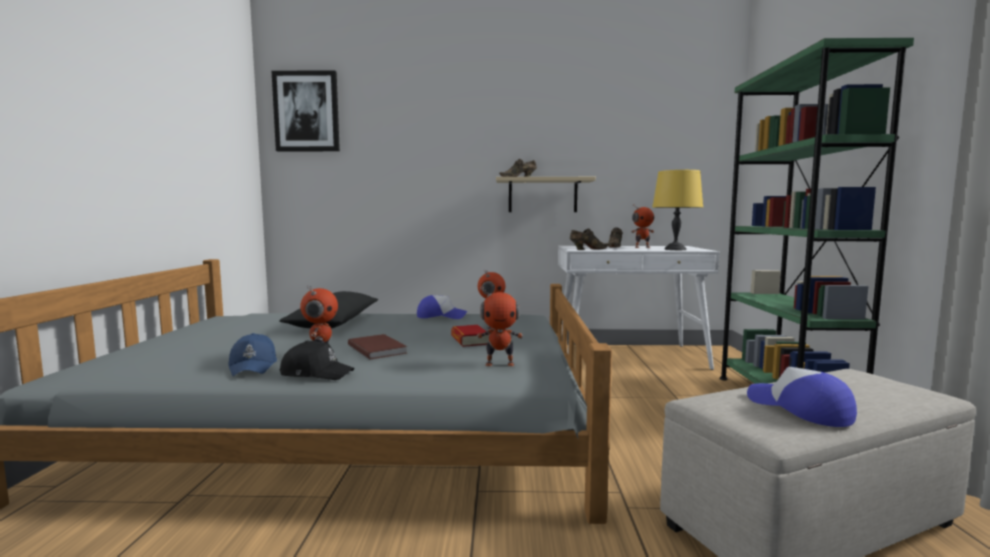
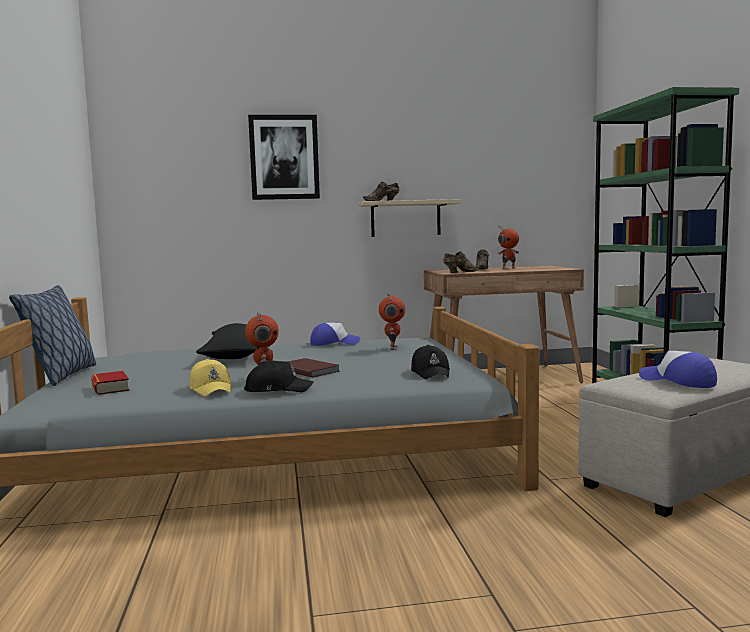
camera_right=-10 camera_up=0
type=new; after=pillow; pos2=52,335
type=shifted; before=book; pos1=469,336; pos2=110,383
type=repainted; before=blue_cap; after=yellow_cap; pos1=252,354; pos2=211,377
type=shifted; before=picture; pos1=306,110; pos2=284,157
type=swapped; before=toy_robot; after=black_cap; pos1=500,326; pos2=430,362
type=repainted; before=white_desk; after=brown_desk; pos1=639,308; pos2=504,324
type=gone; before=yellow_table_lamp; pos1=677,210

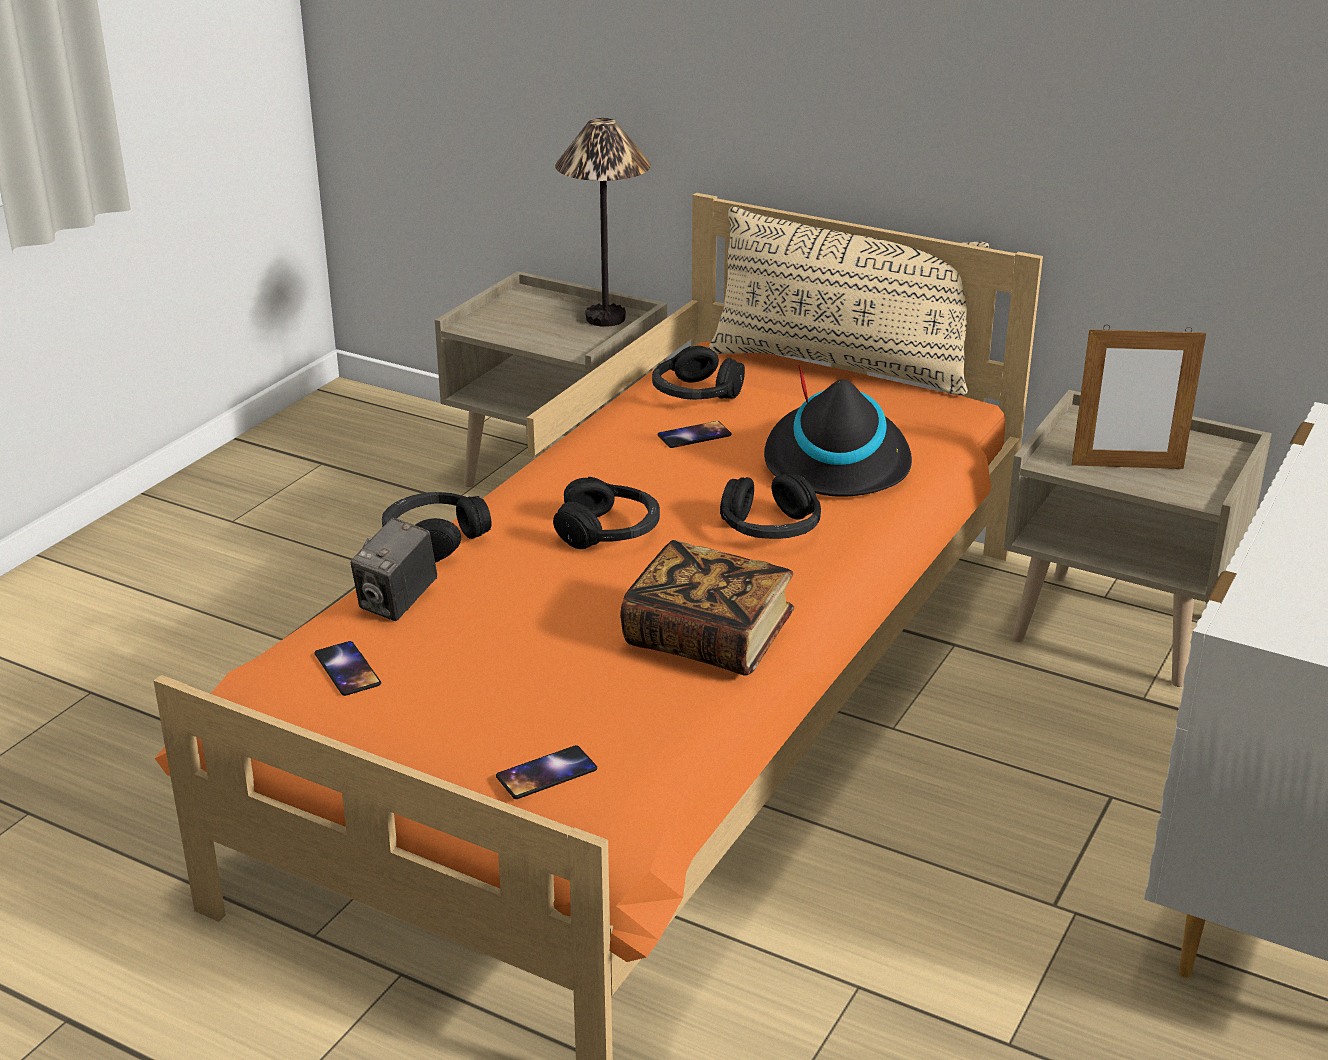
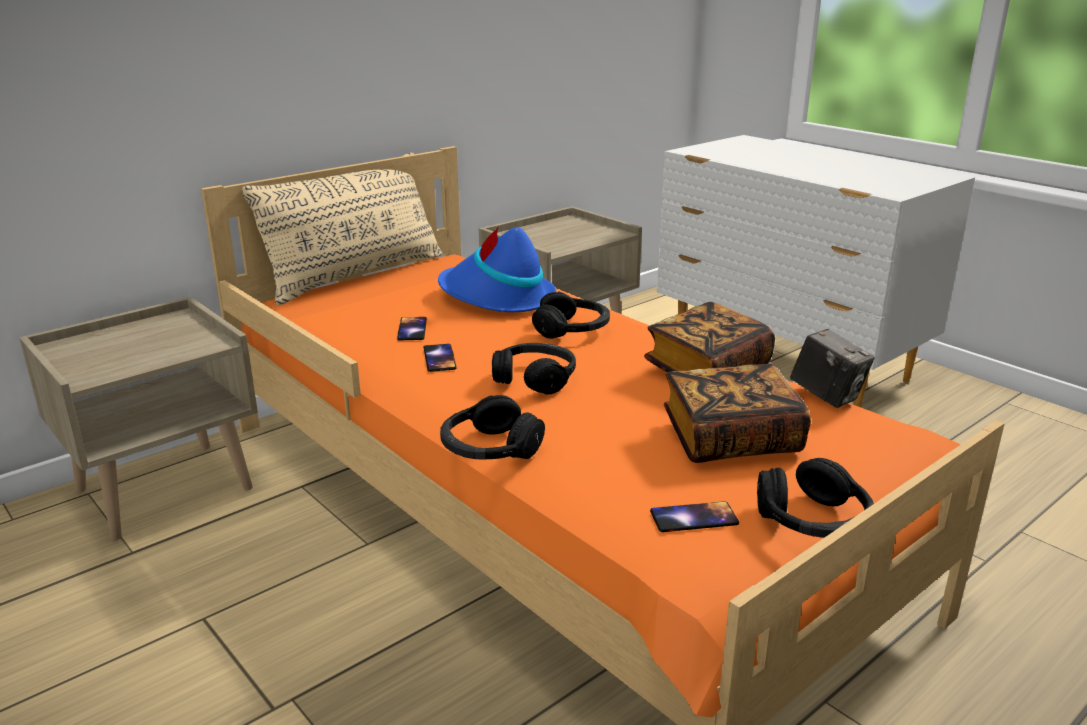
camera_right=-70 camera_up=-5
type=shifted; before=phone; pos1=546,772; pos2=440,358
type=repainted; before=black_hat; after=blue_hat; pos1=838,430; pos2=497,269
type=new; after=book; pos2=737,413
type=shifted; before=black_headphones; pos1=698,372; pos2=815,498
type=shifted; before=photo_camera; pos1=393,569; pos2=832,368
type=gone; before=table_lamp; pos1=603,222
type=gone; before=picture_frame; pos1=1138,397

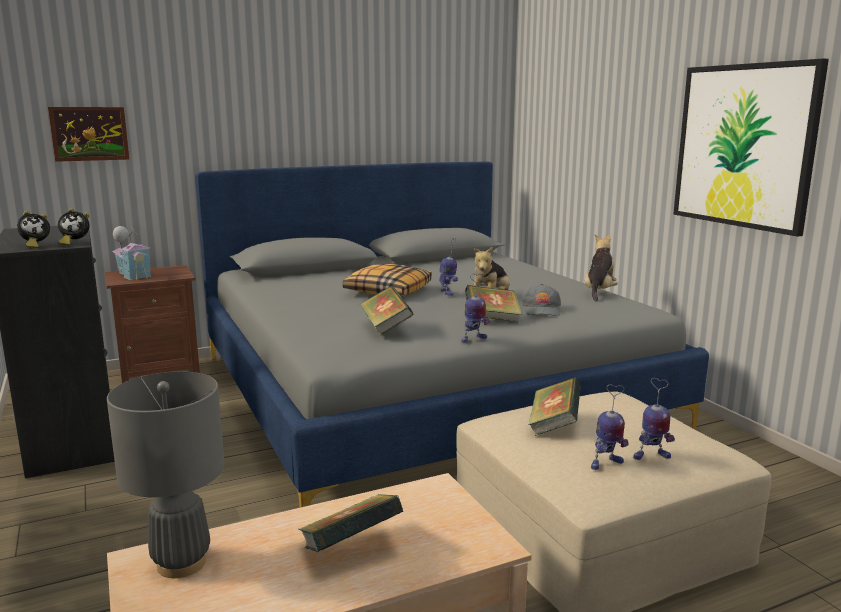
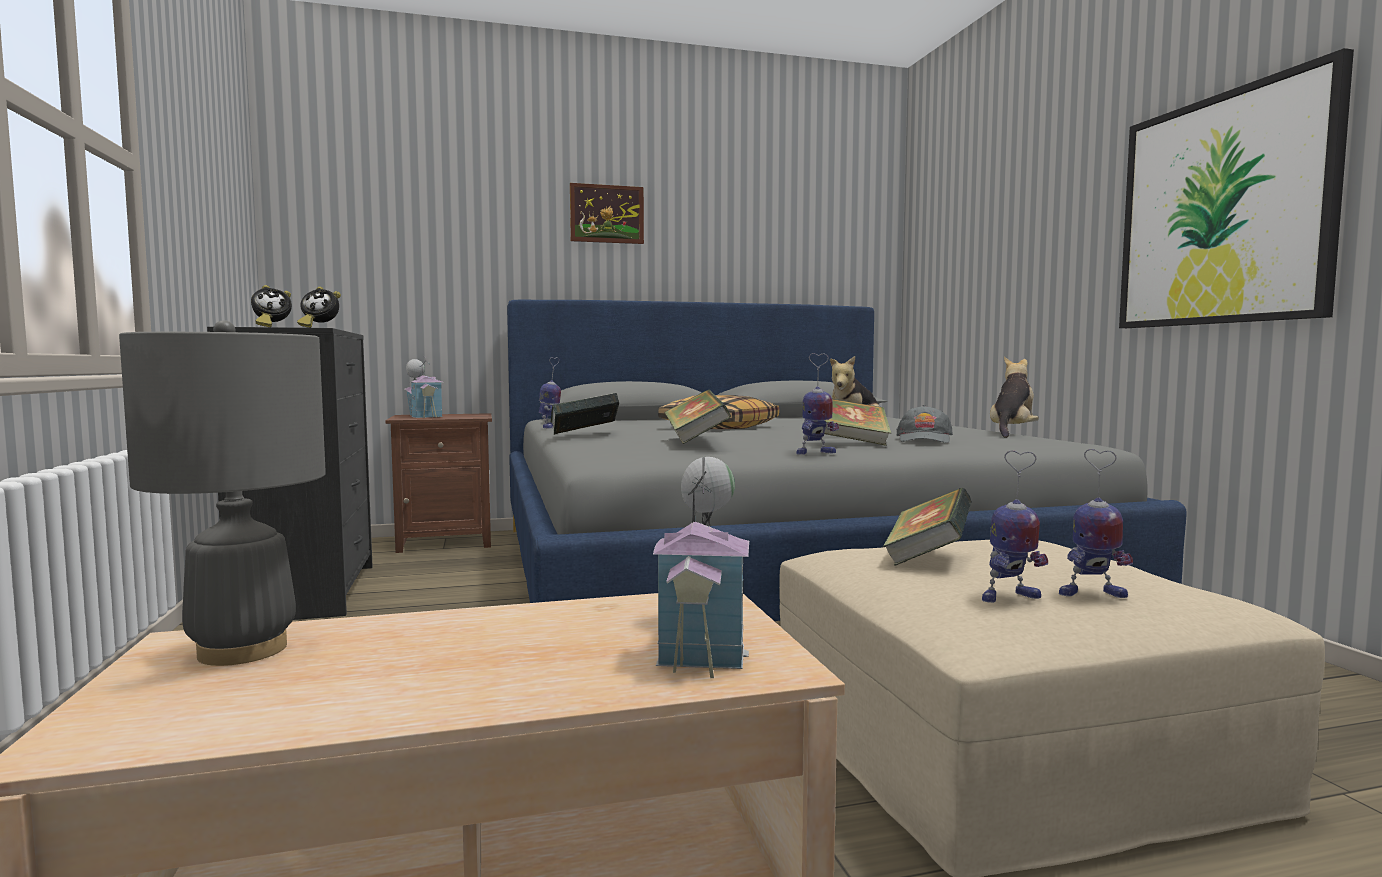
camera_right=10 camera_up=-10
type=shifted; before=toy_robot; pos1=448,267; pos2=550,392
type=shifted; before=book; pos1=351,523; pos2=584,414
type=shifted; before=picture; pos1=88,134; pos2=607,213
type=new; after=toy_house; pos2=701,567

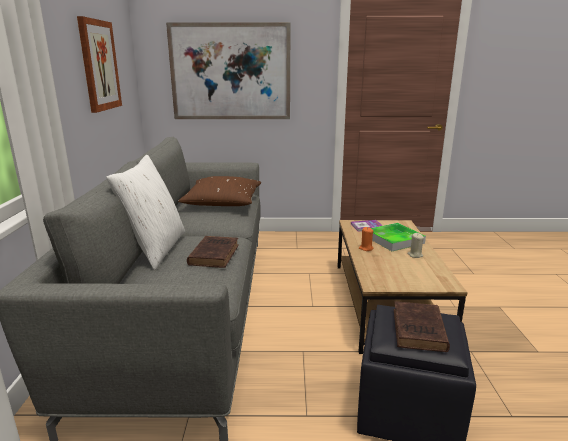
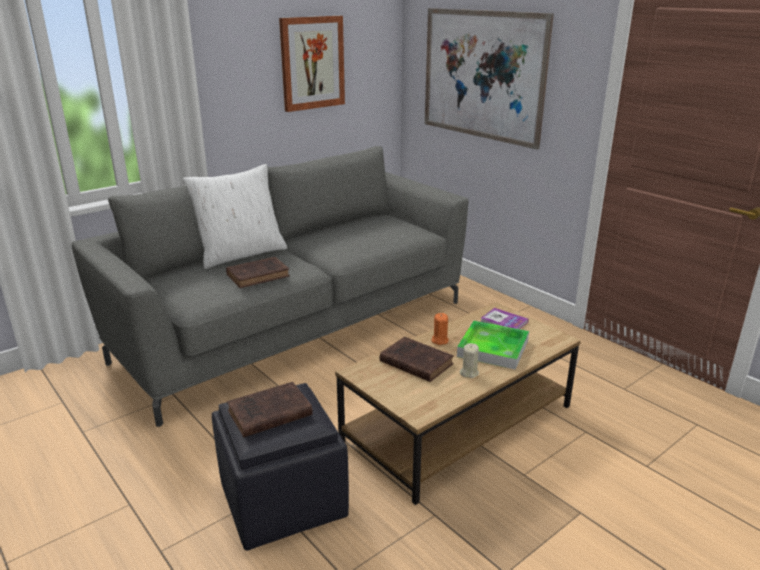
camera_right=50 camera_up=5
type=new; after=brown_book; pos2=417,359
type=gone; before=brown_pillow; pos1=220,191

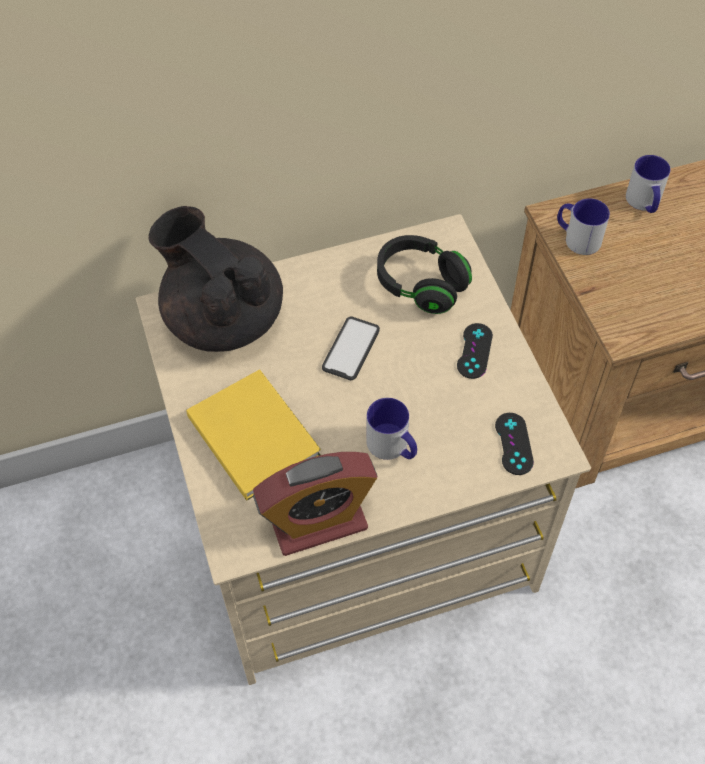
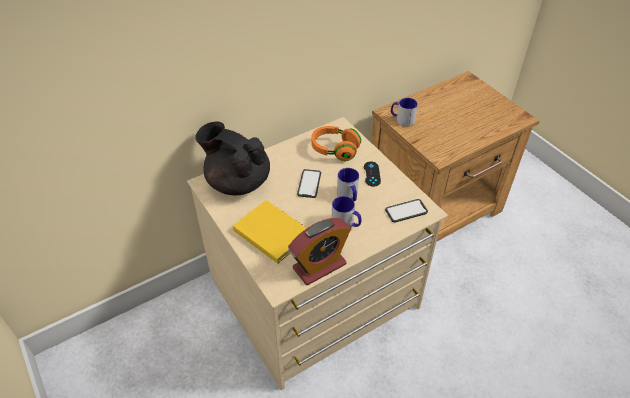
camera_right=-15 camera_up=-10
type=repainted; before=black_headphones; after=orange_headphones; pos1=424,274; pos2=336,143
type=shifted; before=mug; pos1=648,184; pos2=348,184
type=swapped; before=black_game_controller; after=phone; pos1=514,444; pos2=406,210

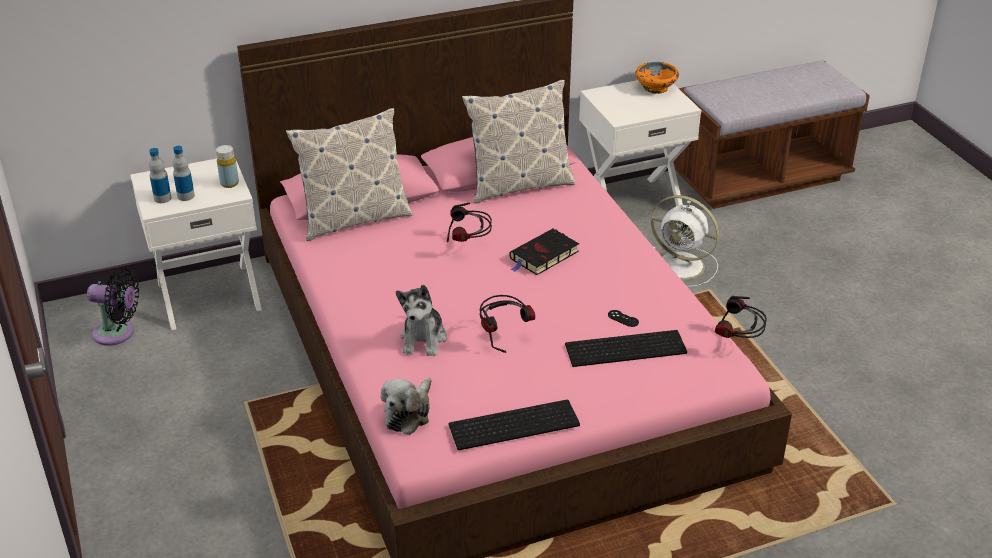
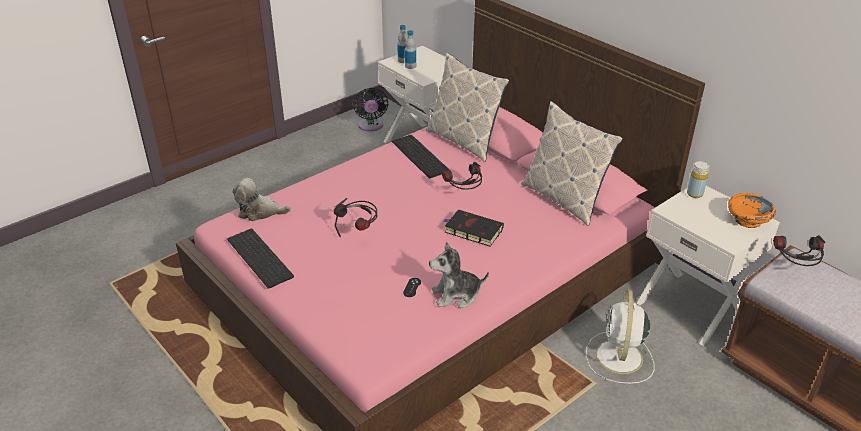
camera_right=70 camera_up=0
type=shifted; before=keyboard; pos1=626,348; pos2=420,156
type=shifted; before=plush_toy; pos1=421,320; pos2=459,275
type=shifted; before=yellow_bottle; pos1=227,166; pos2=698,179
type=shifted; before=headphones; pos1=741,317; pos2=799,250

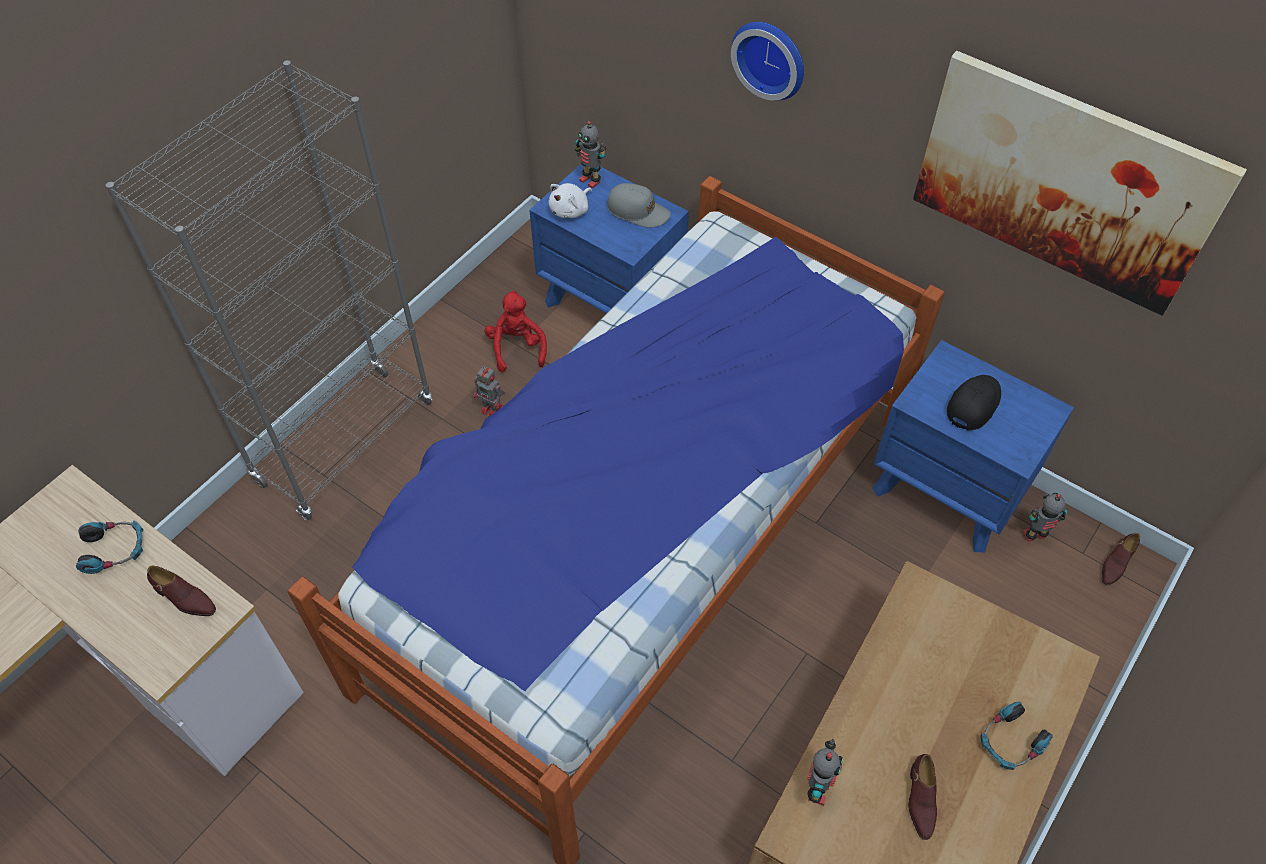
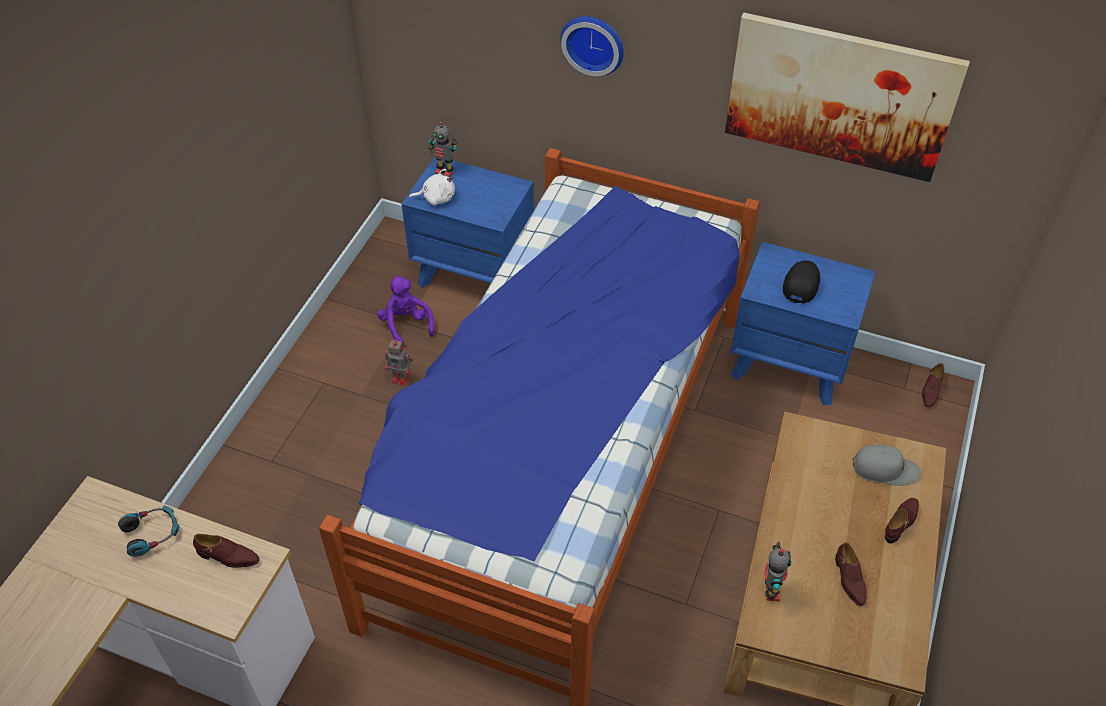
camera_right=-15 camera_up=-5
type=repainted; before=red_plush_toy; after=purple_plush_toy; pos1=516,331; pos2=405,309
type=rotated; before=white_plush_toy; pos1=570,200; pos2=432,187; turn=-120
type=shifted; before=grey_cap; pos1=639,205; pos2=886,465
type=swapped; before=headphones; after=brown_shoe; pos1=1016,736; pos2=902,521
type=gone; before=grey_bookcase; pos1=269,290
type=gone; before=toy_robot; pos1=1045,517

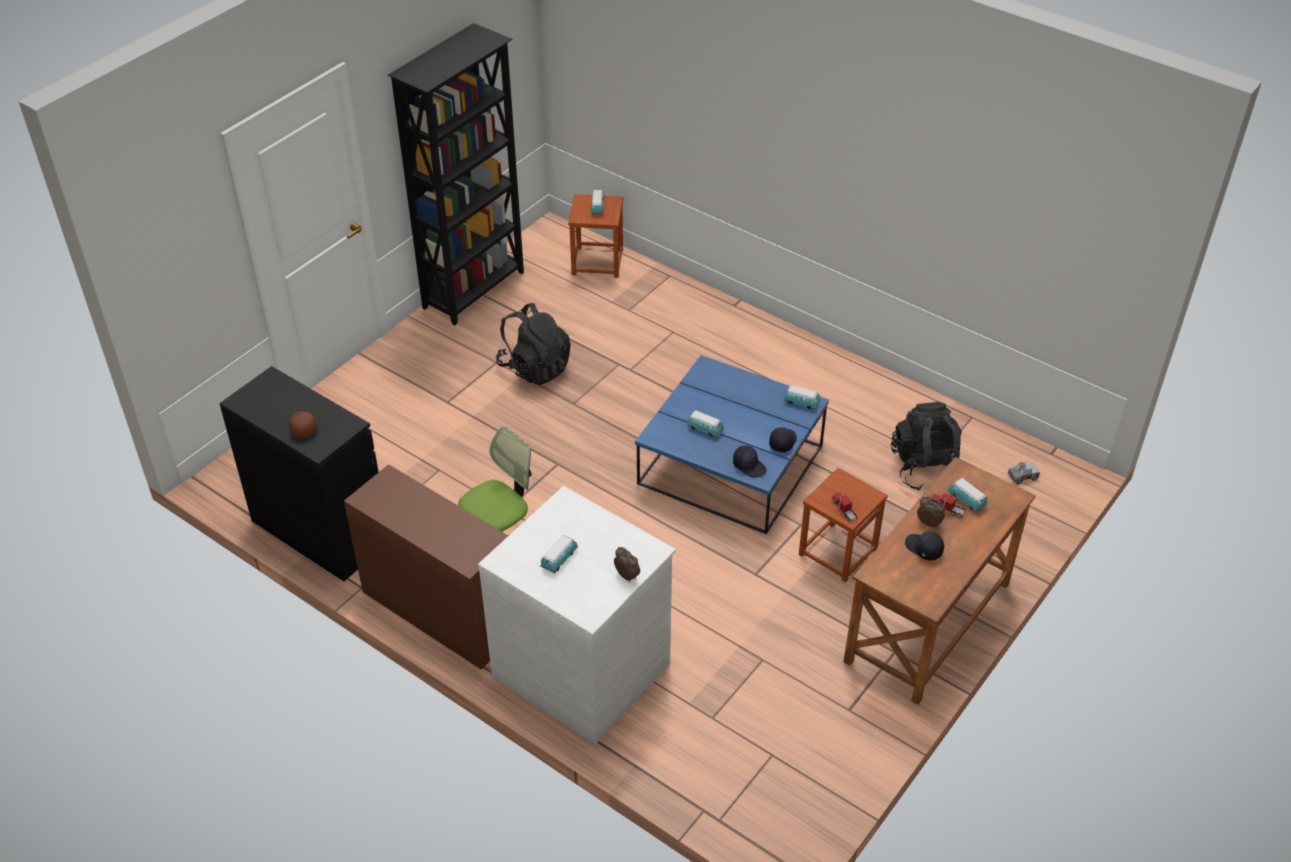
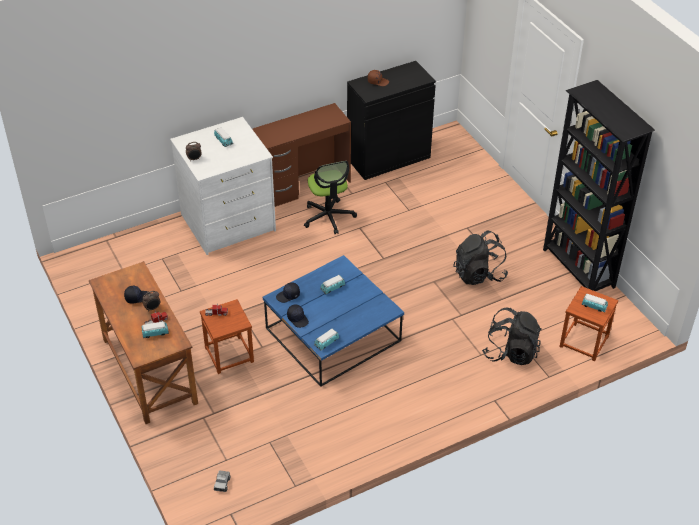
camera_right=115 camera_up=0
type=shifted; before=black_backpack; pos1=926,446; pos2=512,336

